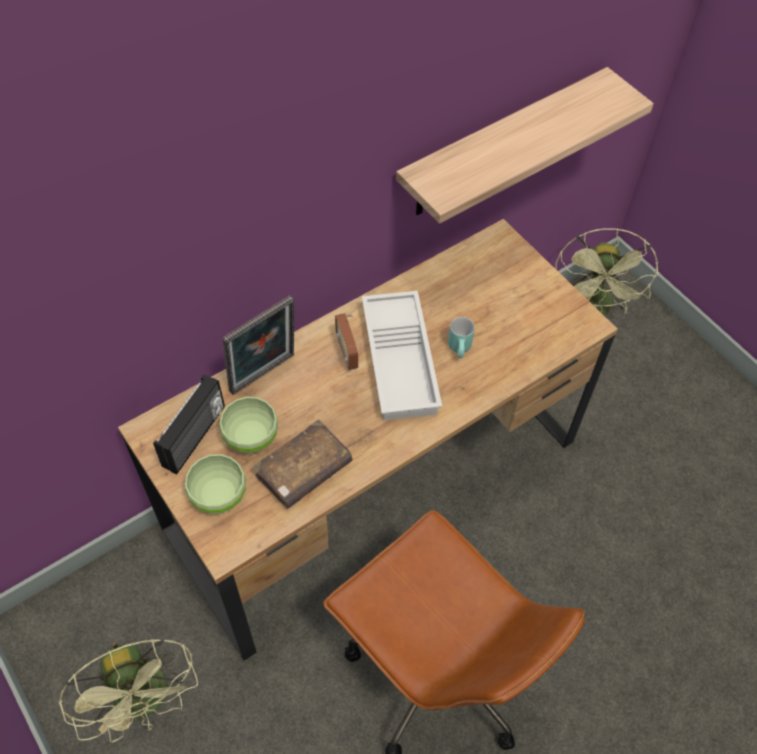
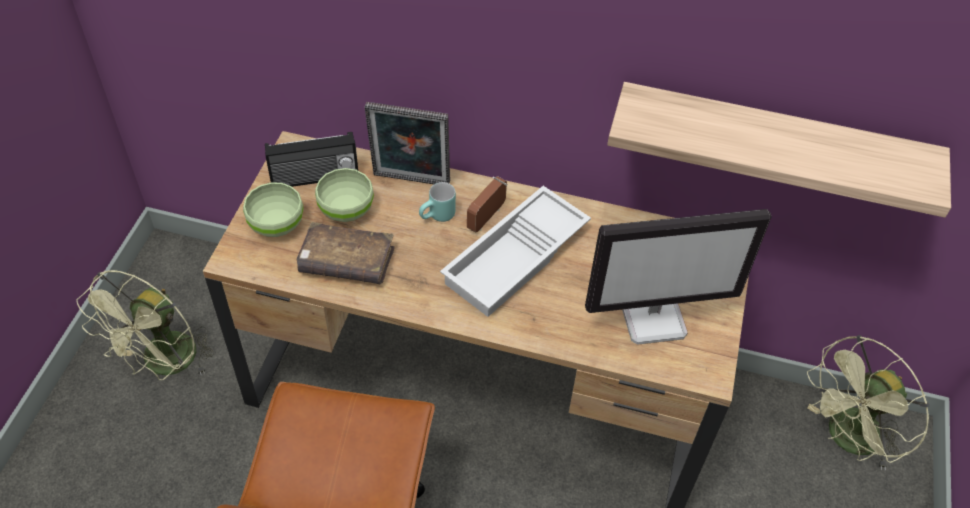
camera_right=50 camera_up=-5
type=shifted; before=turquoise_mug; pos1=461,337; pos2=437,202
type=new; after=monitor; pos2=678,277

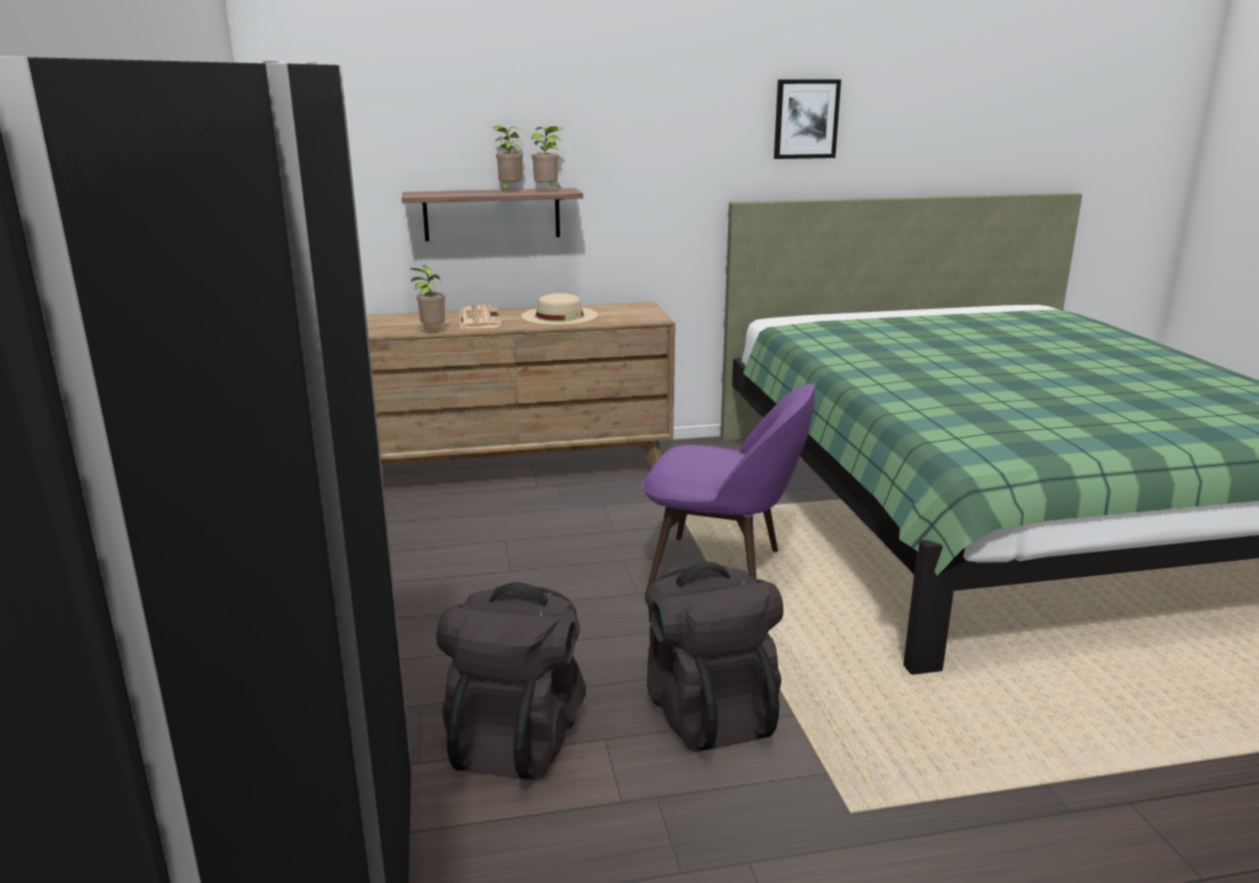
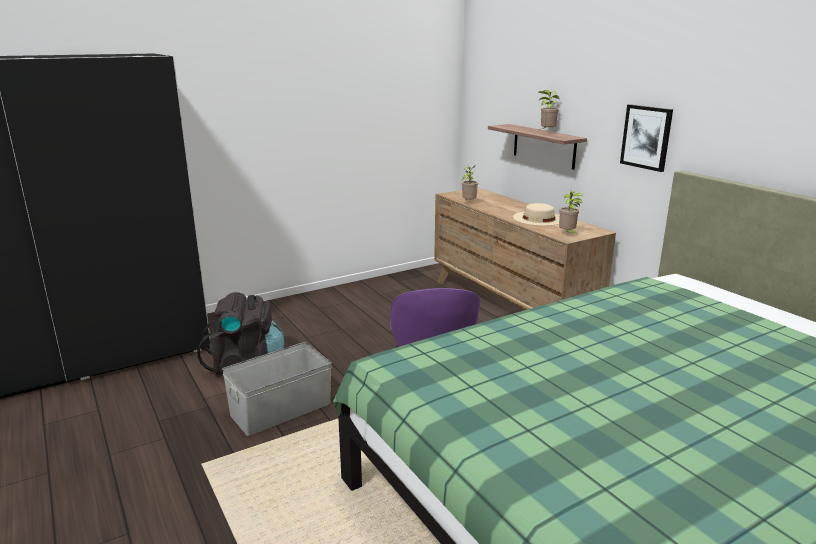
camera_right=70 camera_up=0
type=swapped; before=black_backpack; after=grey_storage_box; pos1=714,657; pos2=277,389
type=shifted; before=potted_plant; pos1=547,157; pos2=571,213
type=shifted; before=picture; pos1=807,119; pos2=646,138
type=gone; before=newspaper; pos1=480,317

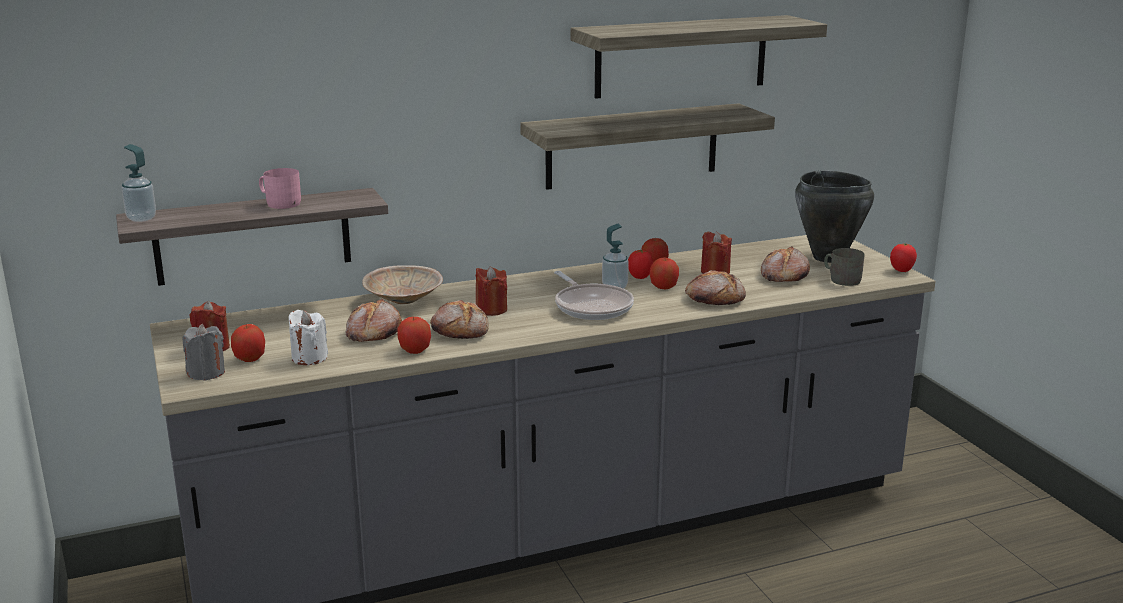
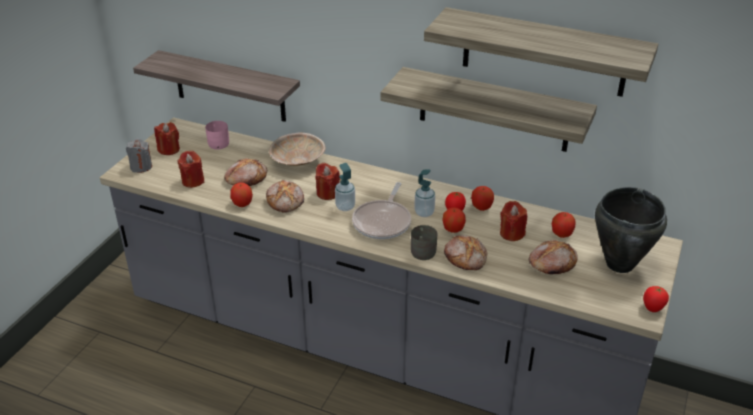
camera_right=45 camera_up=15
type=repainted; before=white_candle; after=red_candle; pos1=308,337; pos2=191,169
type=shifted; before=pink_mug; pos1=280,188; pos2=217,135
type=shifted; before=soap_dispenser; pos1=139,183; pos2=345,187
type=shifted; before=grey_mug; pos1=844,267; pos2=424,242
type=shifted; before=apple; pos1=248,343; pos2=563,225

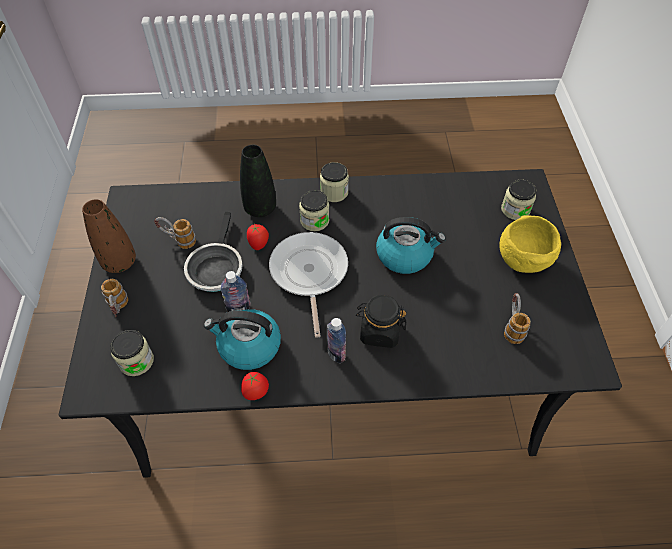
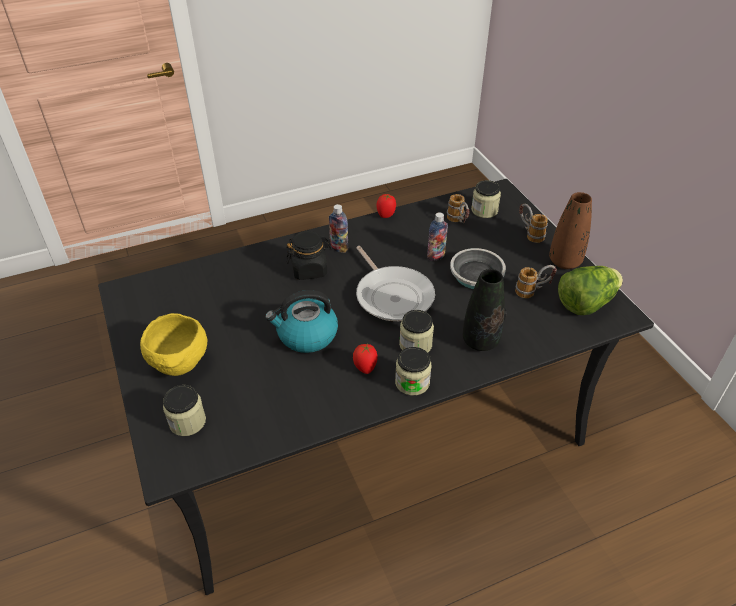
camera_right=160 camera_up=-10
type=shifted; before=tomato; pos1=258,236; pos2=365,359
type=shifted; before=mug; pos1=517,318; pos2=458,208
type=new; after=lettuce; pos2=590,290
type=gone; before=kettle; pos1=242,339

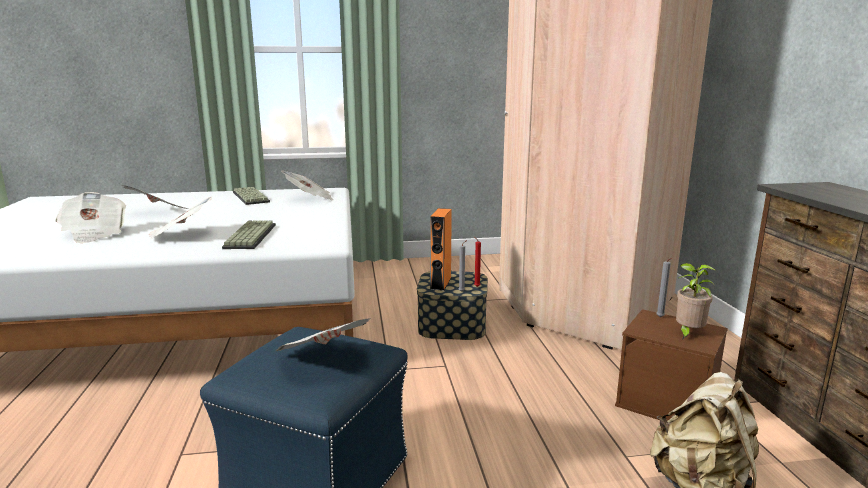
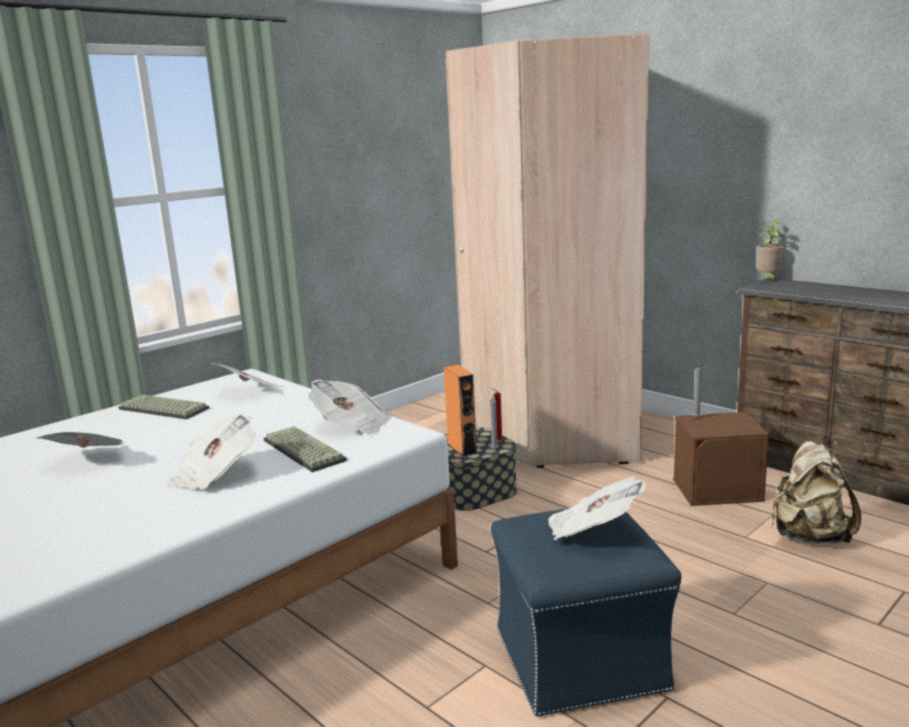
camera_right=-35 camera_up=0
type=shifted; before=newspaper; pos1=90,217; pos2=347,407
type=shifted; before=potted_plant; pos1=696,301; pos2=770,251

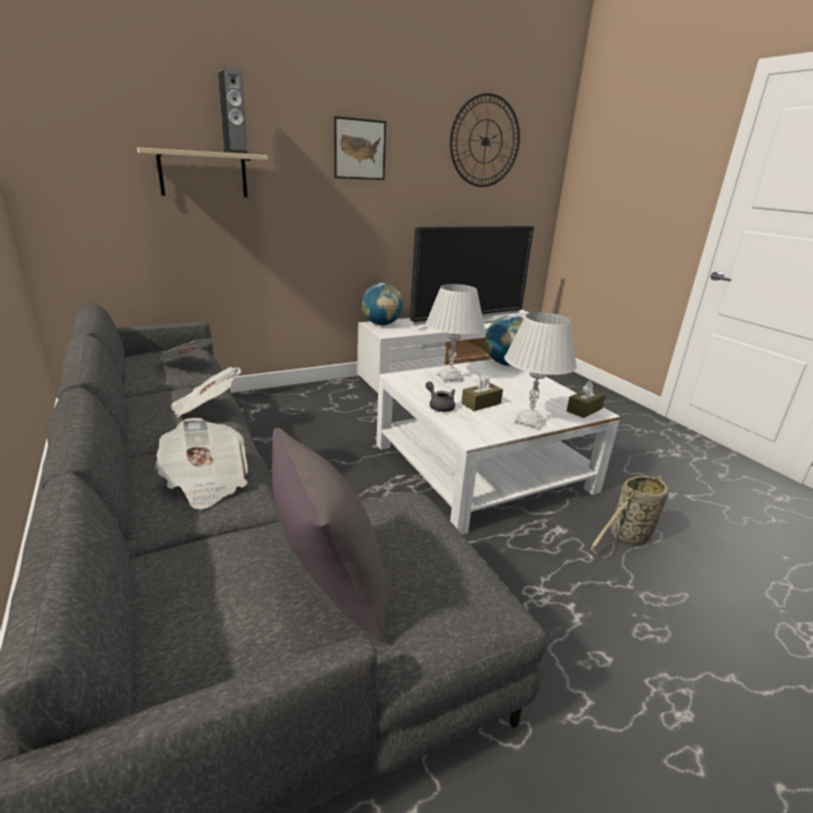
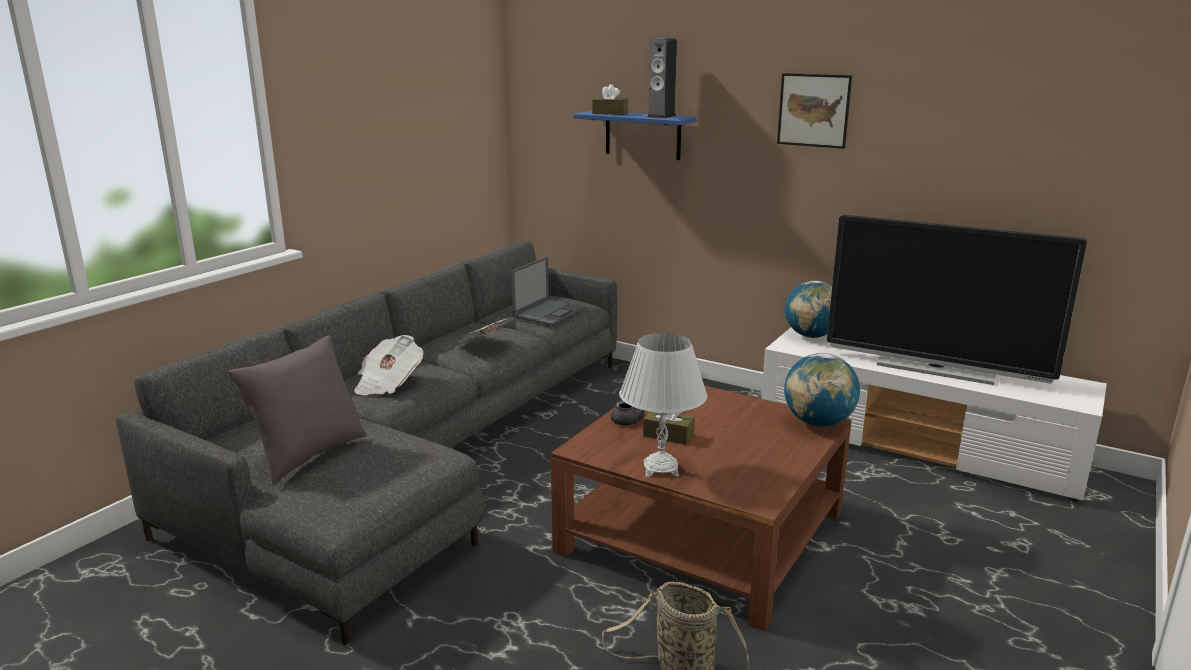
camera_right=60 camera_up=-5
type=swapped; before=newspaper; after=laptop; pos1=184,349; pos2=548,290
type=repainted; before=white_coffee_table; after=brown_coffee_table; pos1=498,447; pos2=701,508
type=repainted; before=beige_shelf; after=blue_shelf; pos1=202,173; pos2=634,135
type=shifted; before=brown_tissue_box; pos1=586,399; pos2=610,99
type=gone; before=white_table_lamp; pos1=455,333
type=gone; before=wall_clock; pos1=485,140

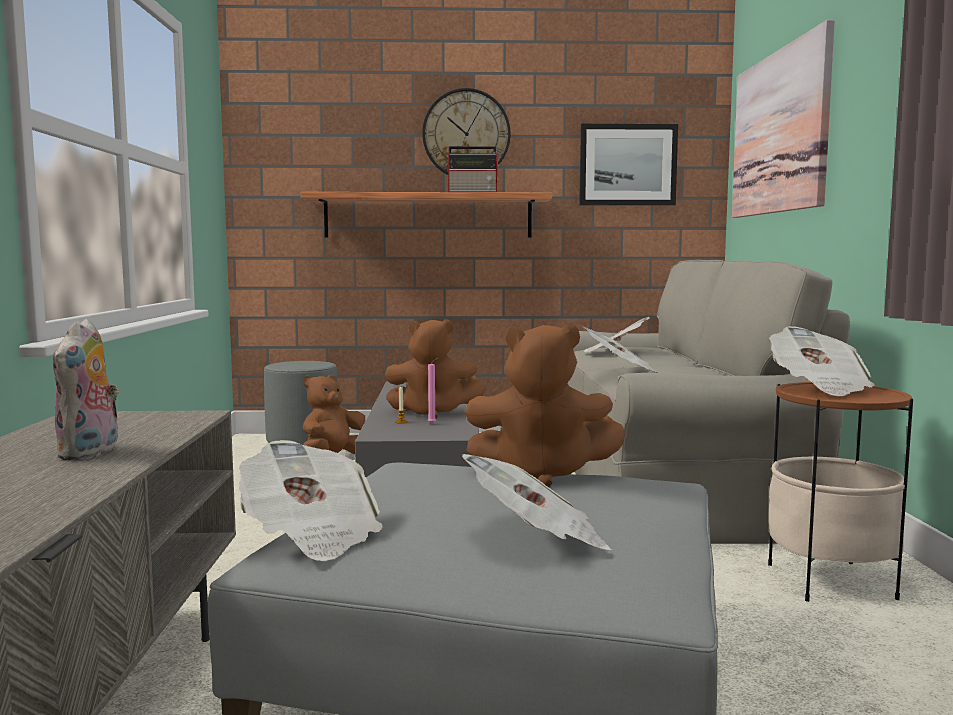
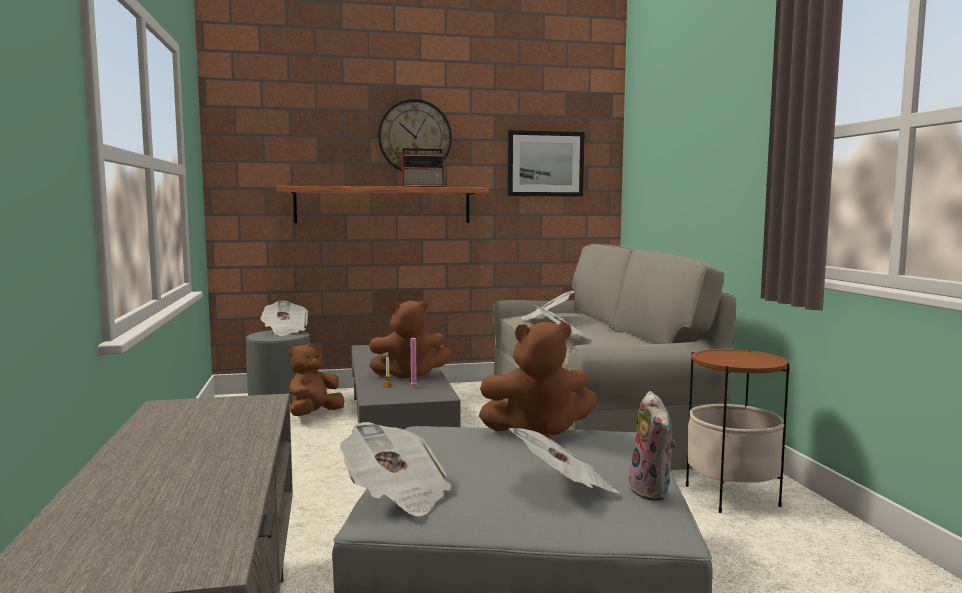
camera_right=-10 camera_up=0
type=shifted; before=newspaper; pos1=822,361; pos2=284,318
type=shifted; before=plush_toy; pos1=86,389; pos2=652,446
type=gone; before=picture; pos1=783,119

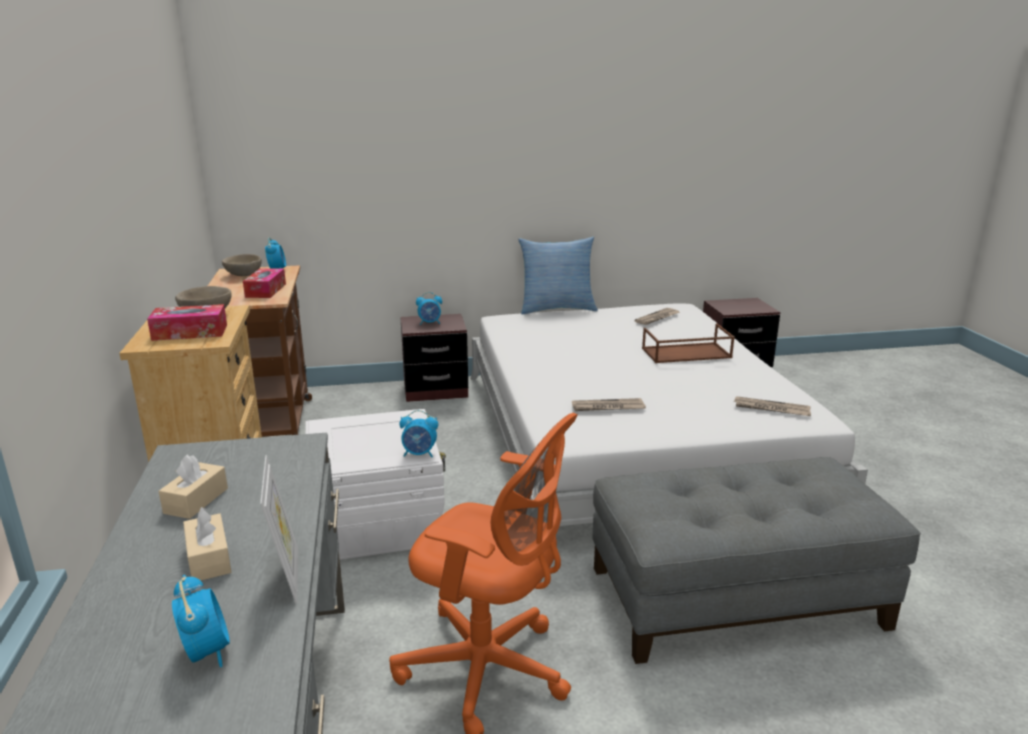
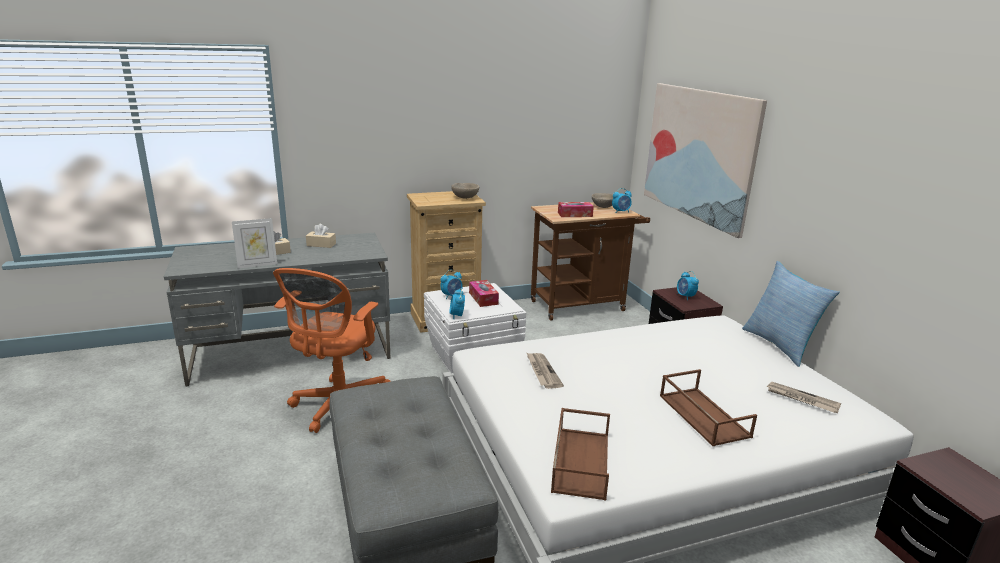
camera_right=80 camera_up=0
type=shifted; before=alarm_clock; pos1=201,621; pos2=451,284
type=shifted; before=tissue_box; pos1=187,322; pos2=484,293
type=swapped; before=newspaper; after=brown_tray; pos1=772,406; pos2=580,454
type=new; after=picture; pos2=705,160

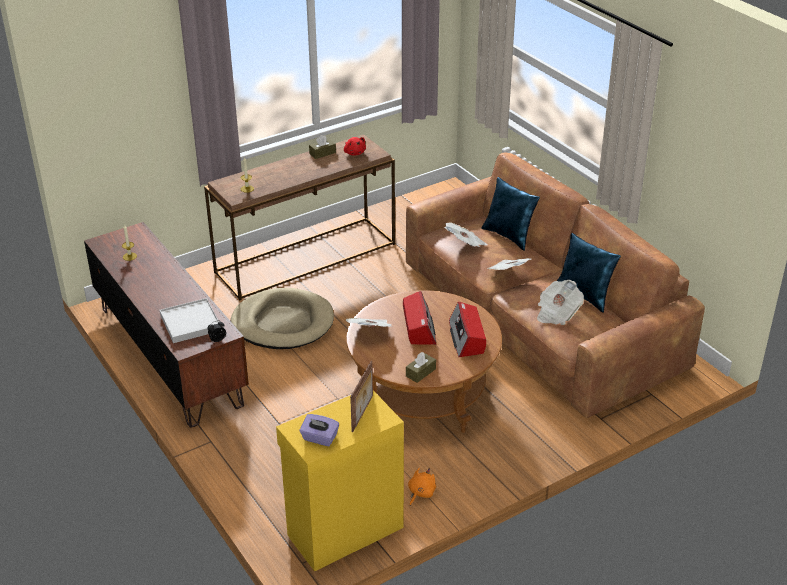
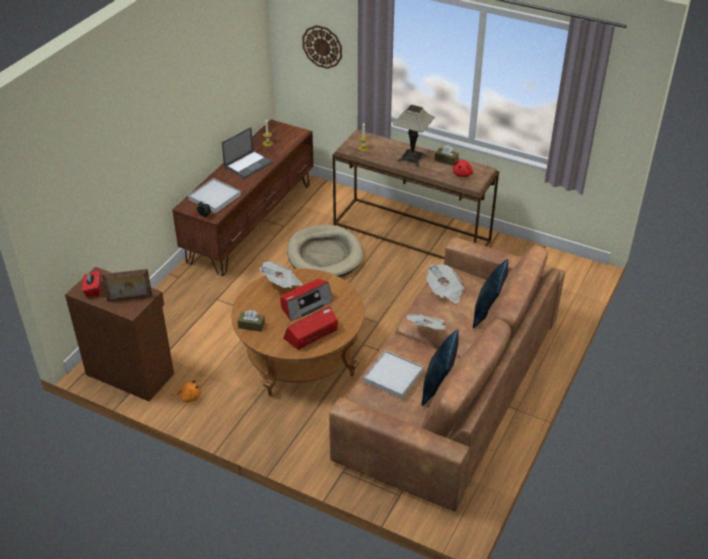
camera_right=60 camera_up=5
type=repainted; before=yellow_cabinet; after=brown_cabinet; pos1=340,480; pos2=119,334
type=repainted; before=purple_tissue_box; after=red_tissue_box; pos1=319,430; pos2=91,283
type=new; after=laptop; pos2=247,153
type=new; after=wall_clock; pos2=322,47
type=swapped; before=newspaper; after=white_tray; pos1=560,302; pos2=393,374
type=new; after=table_lamp; pos2=414,136

